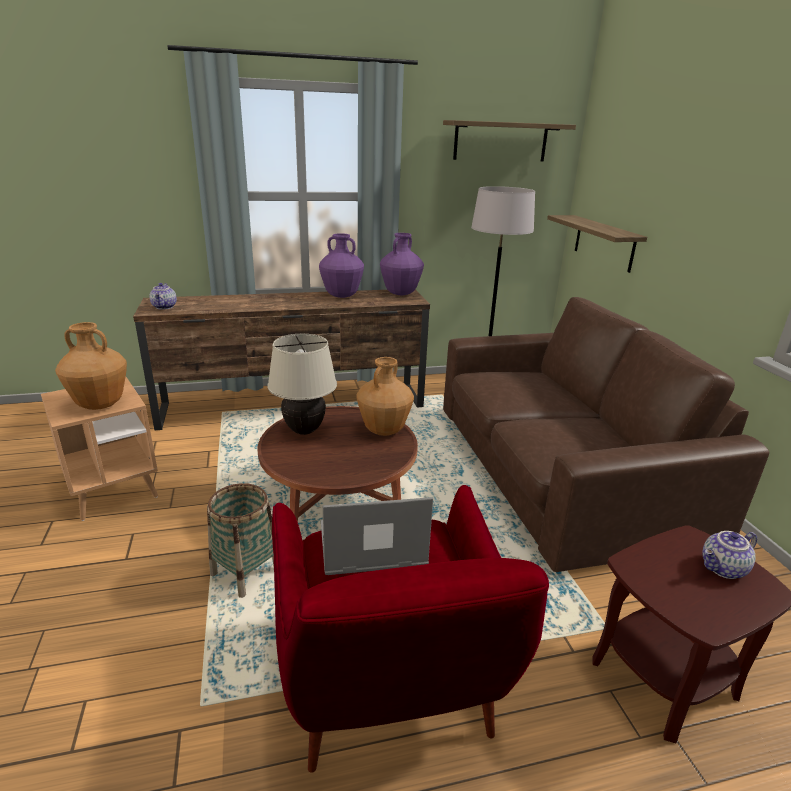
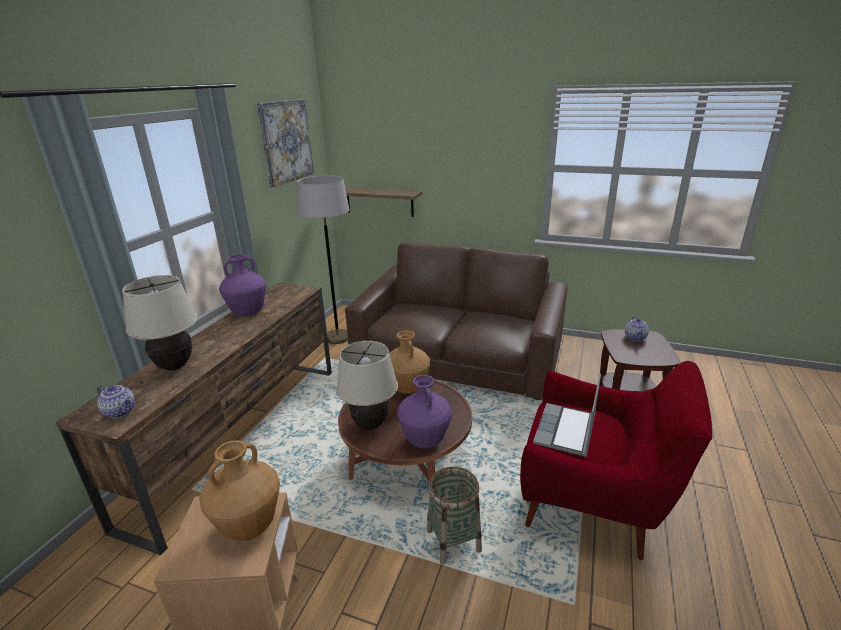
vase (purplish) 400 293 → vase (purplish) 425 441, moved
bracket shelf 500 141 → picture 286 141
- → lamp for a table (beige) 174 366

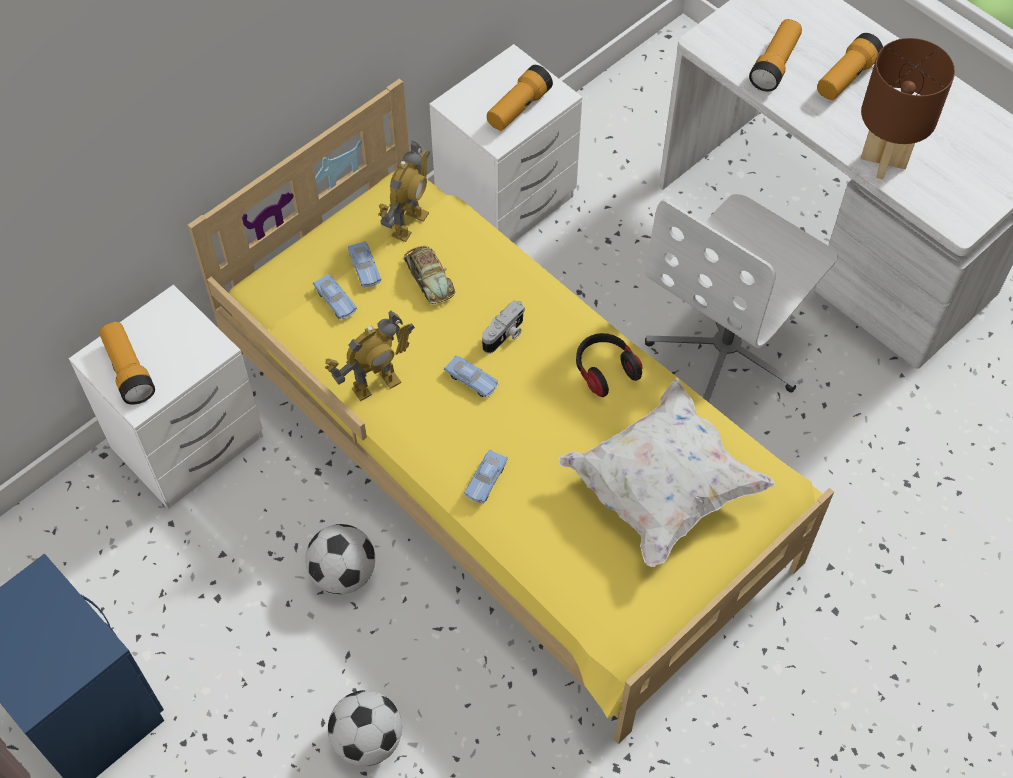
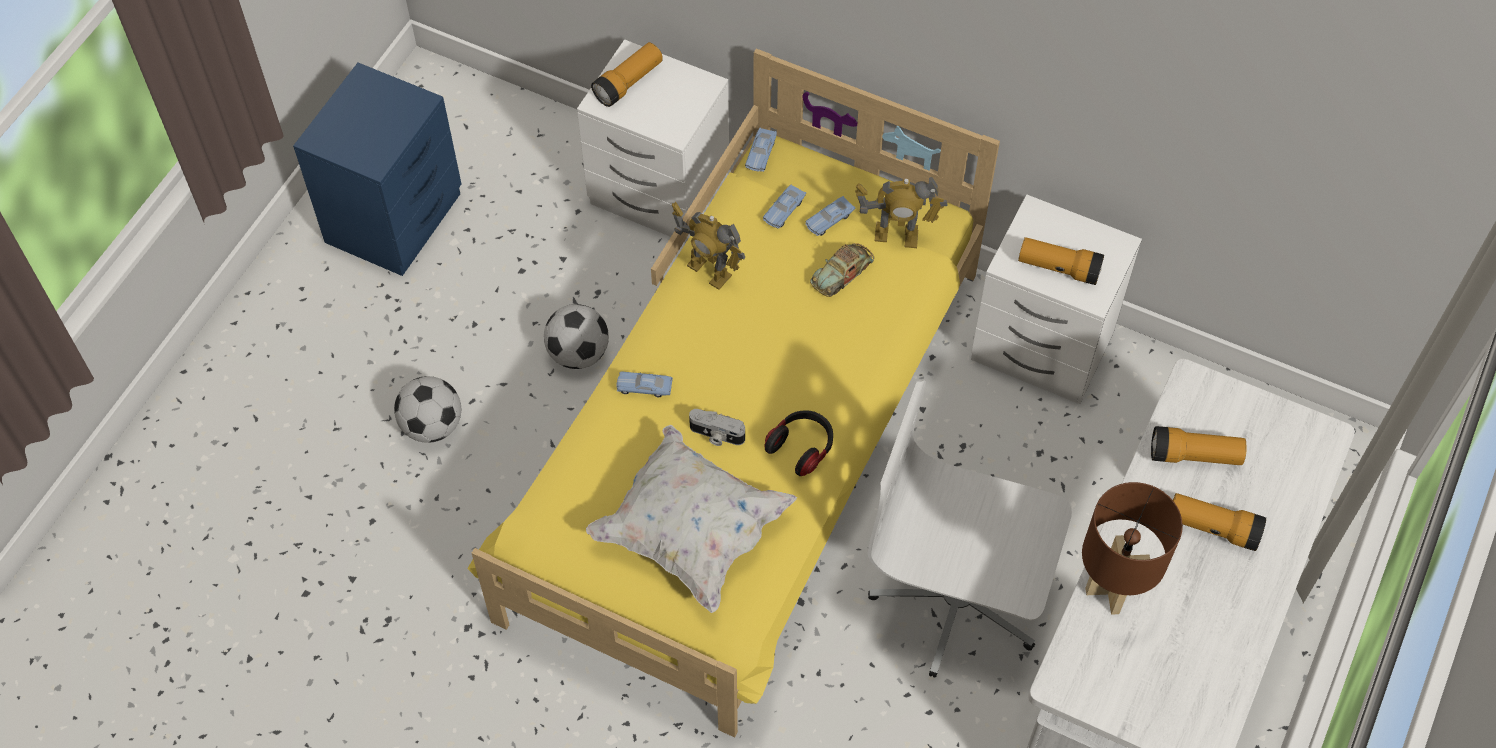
model car (blue-coloured) 471 380 → model car (blue-coloured) 761 154, moved
still camera 505 335 → still camera 716 435, moved

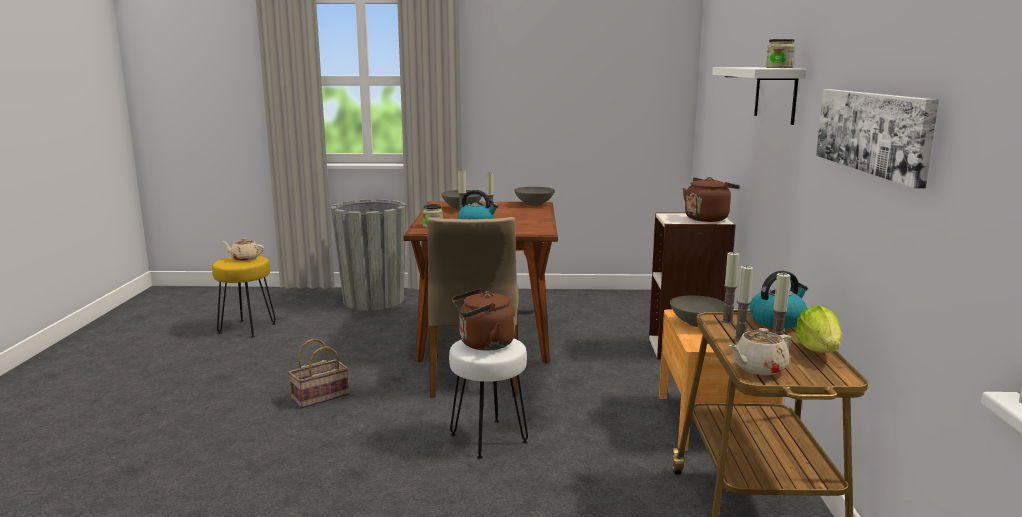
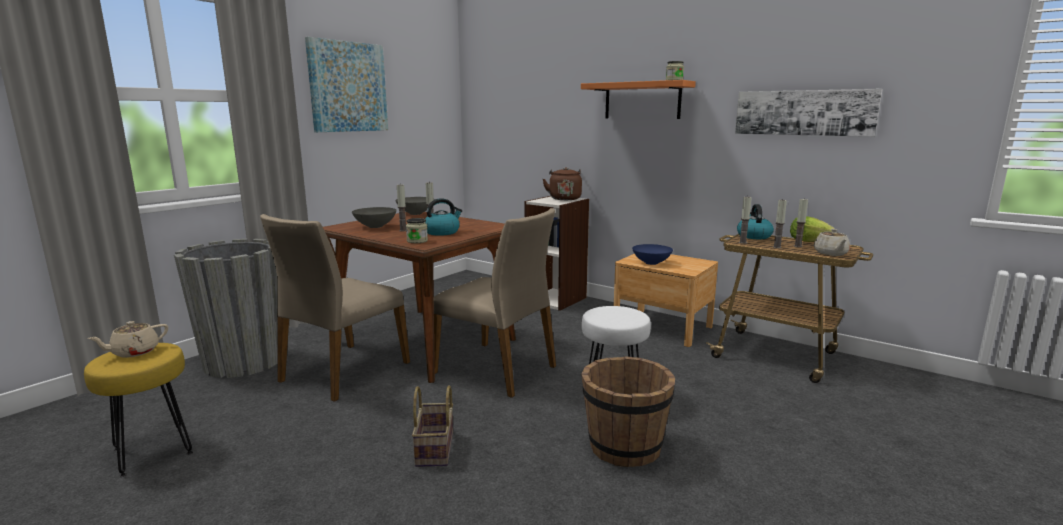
water kettle (brownish) 483 344 → -
bowl (greyish) 696 323 → bowl (blue-coloured) 651 263
bracket shelf (white) 775 94 → bracket shelf (orangey) 642 101
- → plain chair (beige) 343 371
- → picture 348 87
- → bucket (brownish) 624 446

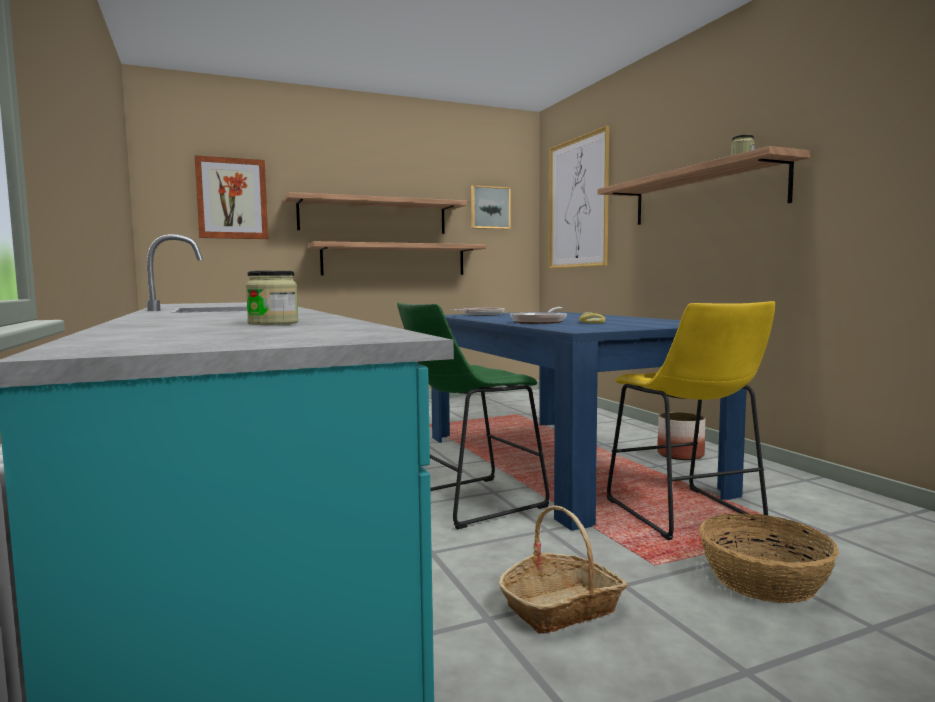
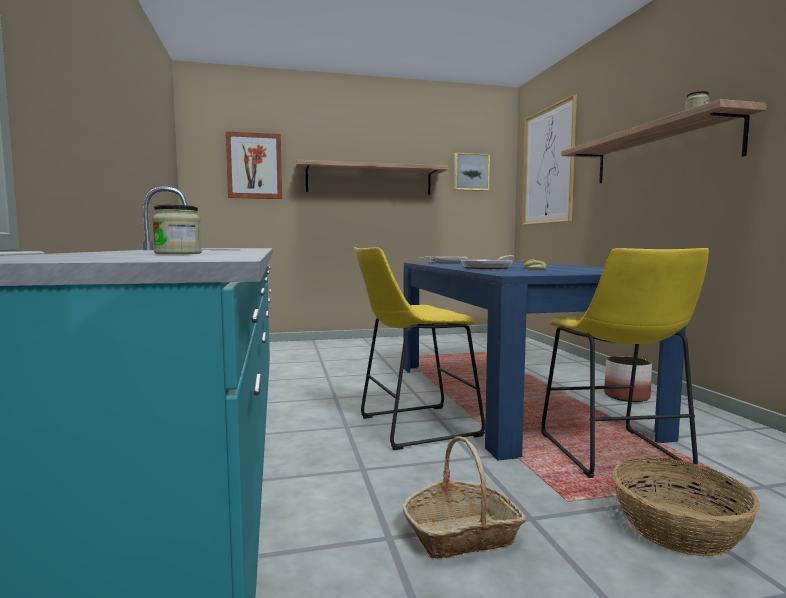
bracket shelf 394 260 → -
stool seat (greenish) 468 502 → stool seat (yellow-coloured) 412 427

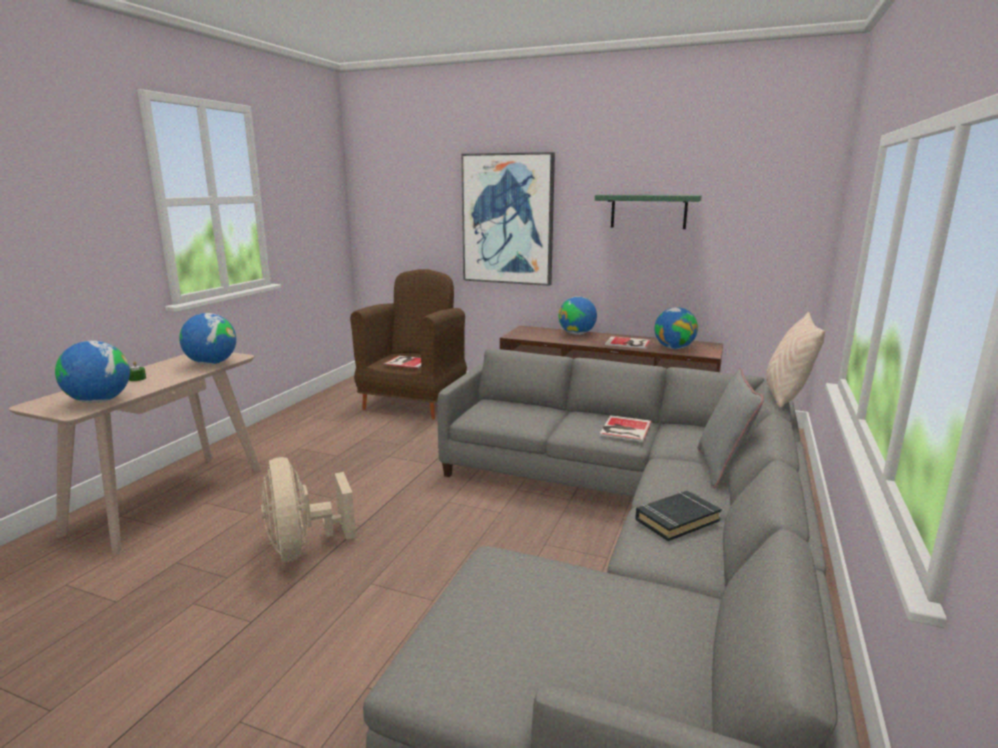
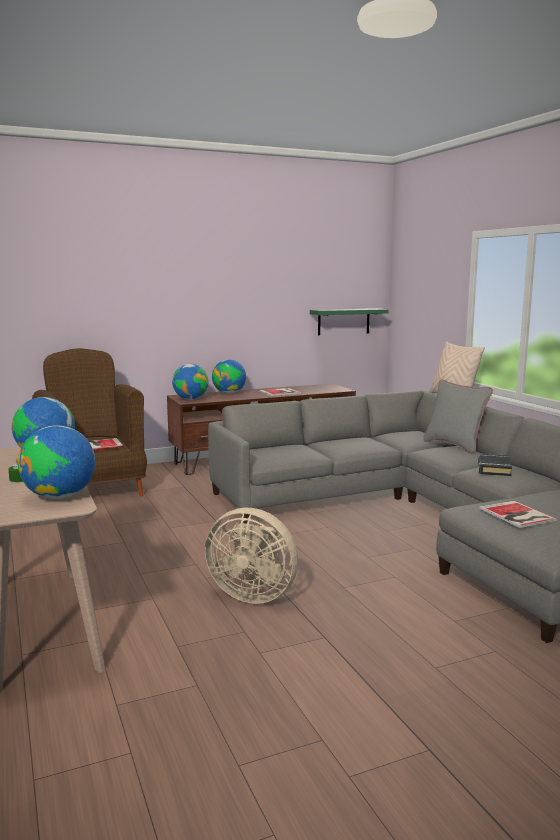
picture 508 219 → -
bracket shelf (greenish) 648 211 → bracket shelf (greenish) 343 321, moved
volume 624 429 → volume 517 515, moved
world globe 674 348 → world globe 190 399, moved

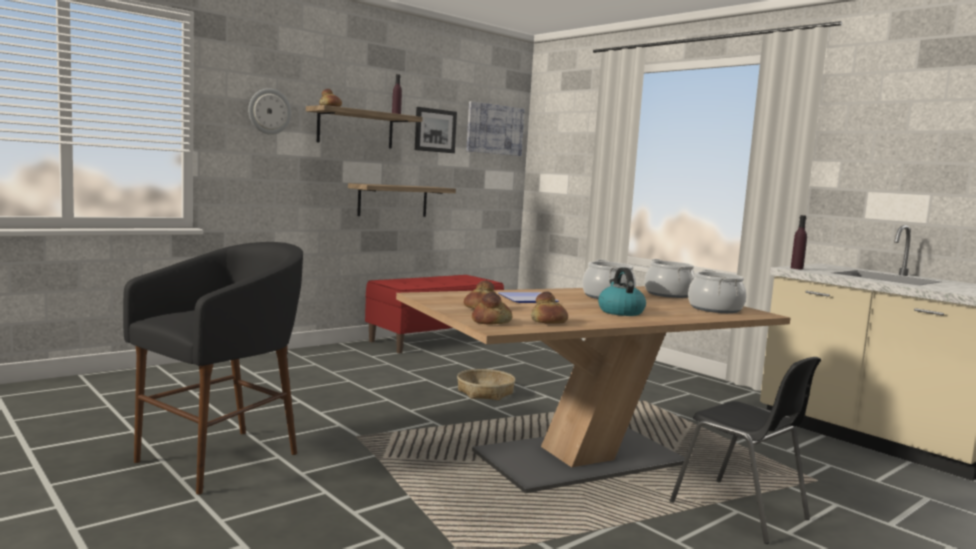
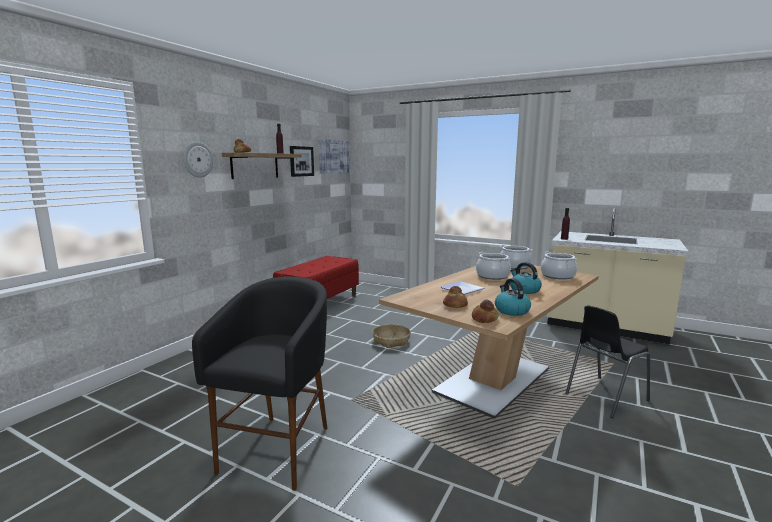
bracket shelf 393 200 → -
bread 548 322 → water kettle 511 310
plain chair (blackish) 740 512 → plain chair (blackish) 605 397, 120 degrees clockwise

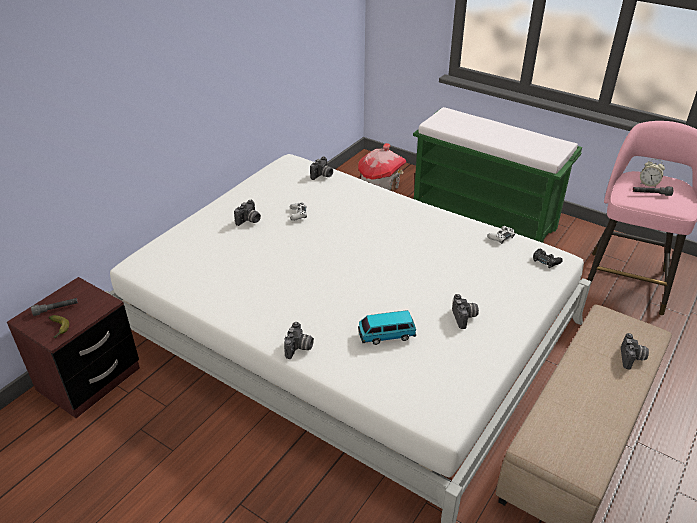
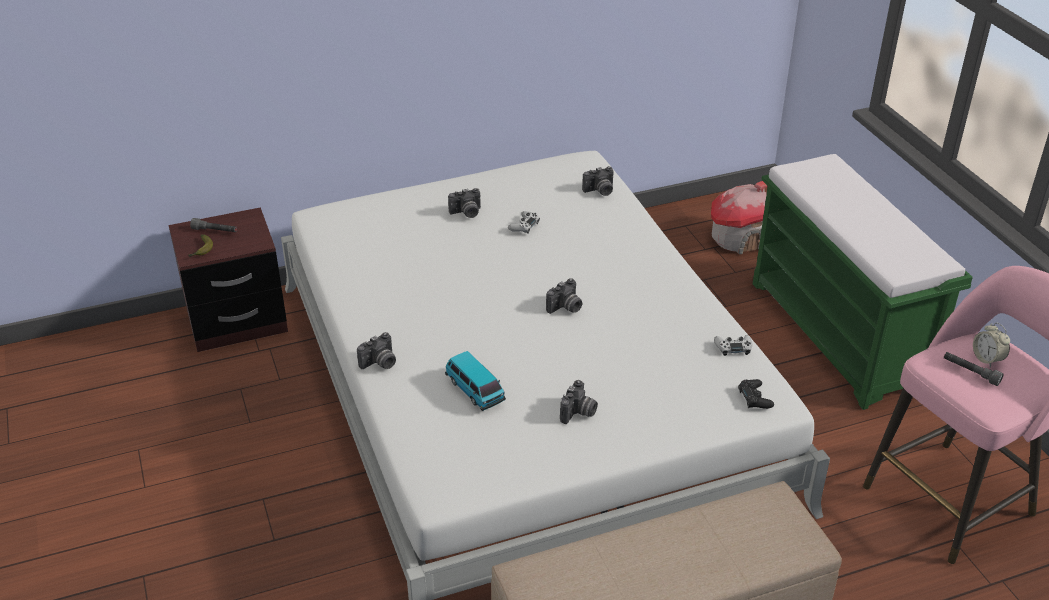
model car 386 335 → model car 475 390, 150 degrees counterclockwise
still camera 632 359 → still camera 565 308, moved

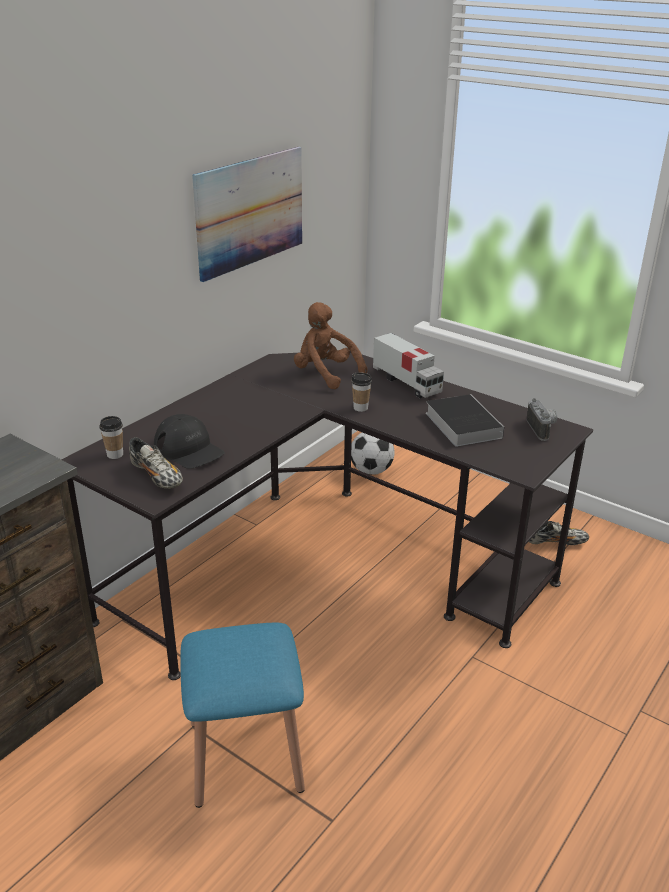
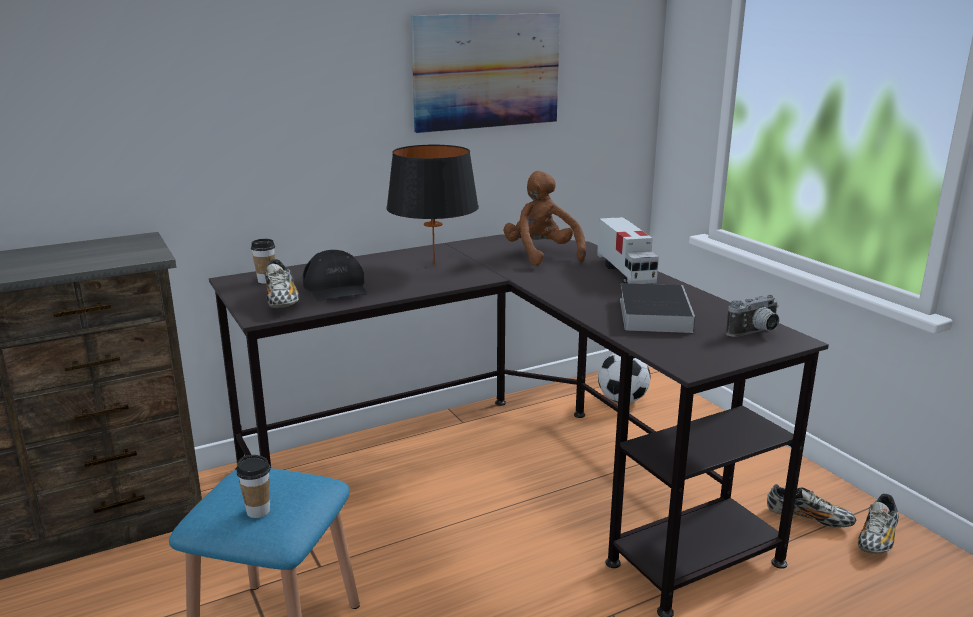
drinking cup 360 408 → drinking cup 258 511, moved
still camera 542 429 → still camera 756 333, 45 degrees clockwise
- → lamp for a table (blackish) 433 265
- → shoe 877 539

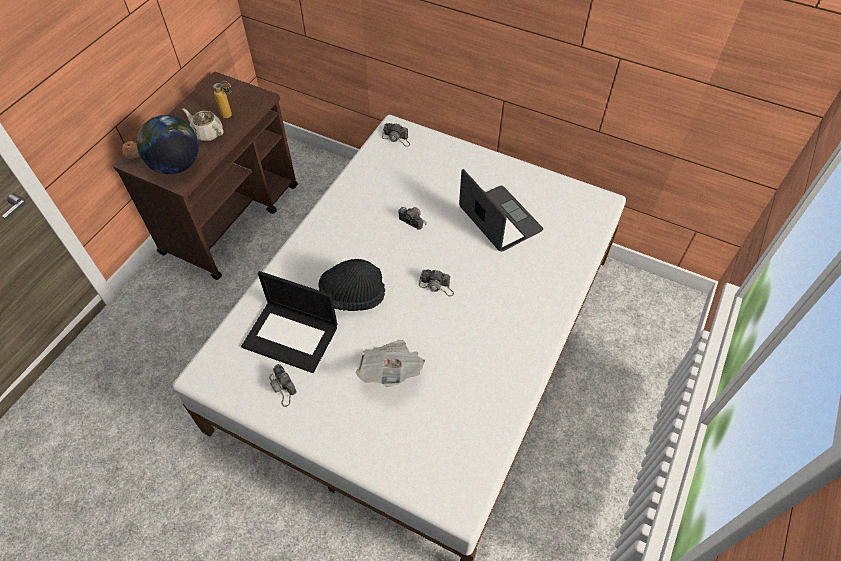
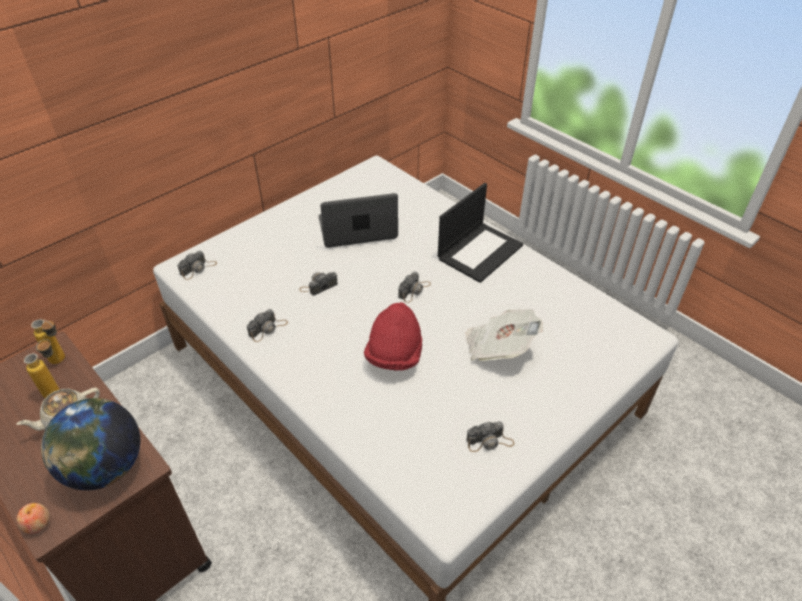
portable computer 292 336 → portable computer 480 251, moved
clothing hat (blackish) 352 295 → clothing hat (reddish) 394 355
- → bottle 62 361
- → still camera 268 329

